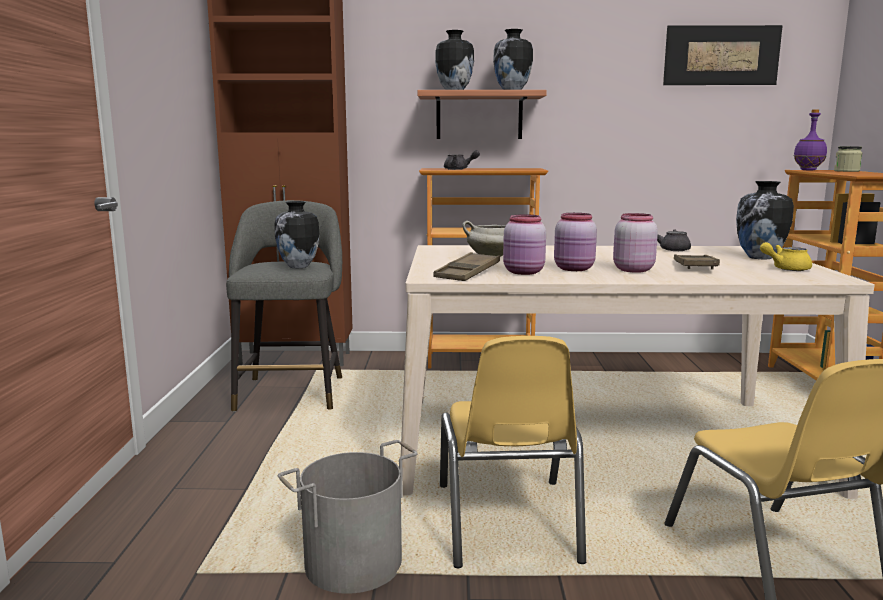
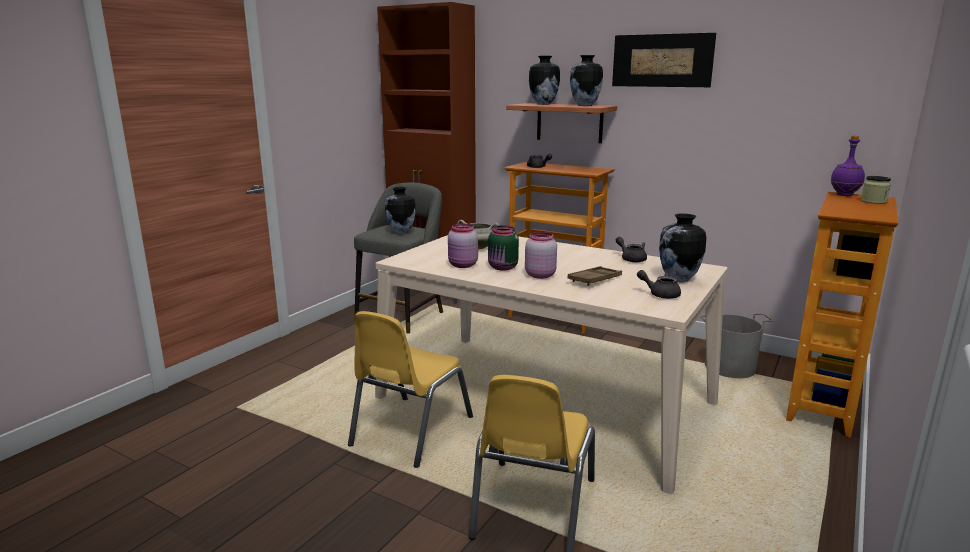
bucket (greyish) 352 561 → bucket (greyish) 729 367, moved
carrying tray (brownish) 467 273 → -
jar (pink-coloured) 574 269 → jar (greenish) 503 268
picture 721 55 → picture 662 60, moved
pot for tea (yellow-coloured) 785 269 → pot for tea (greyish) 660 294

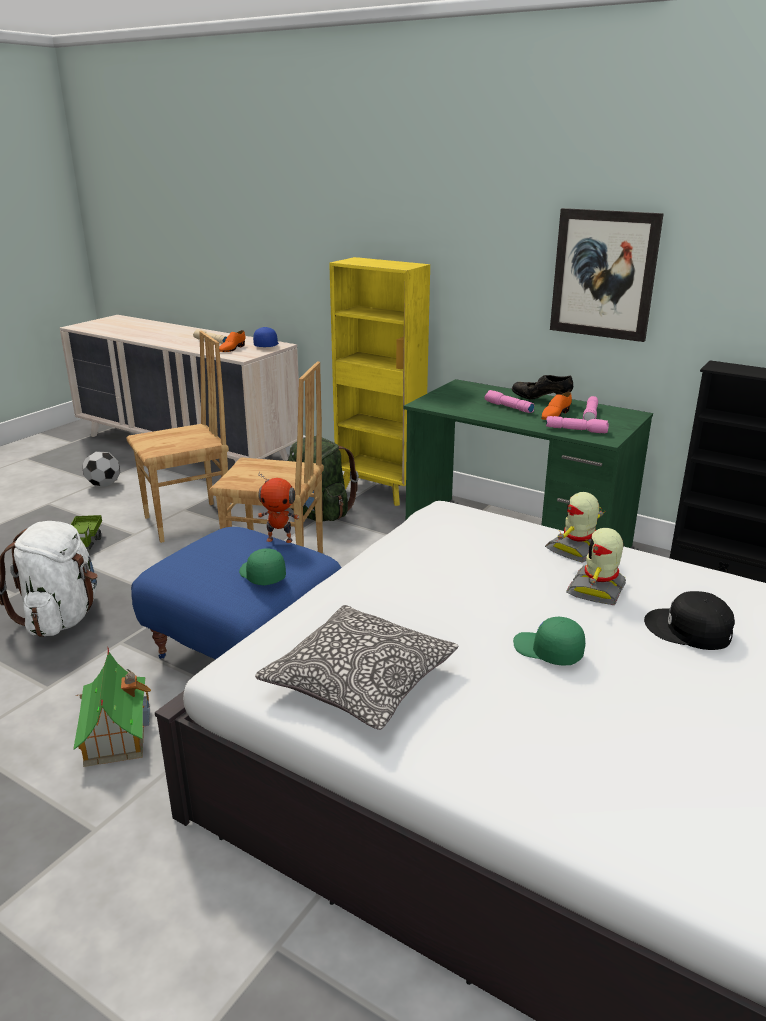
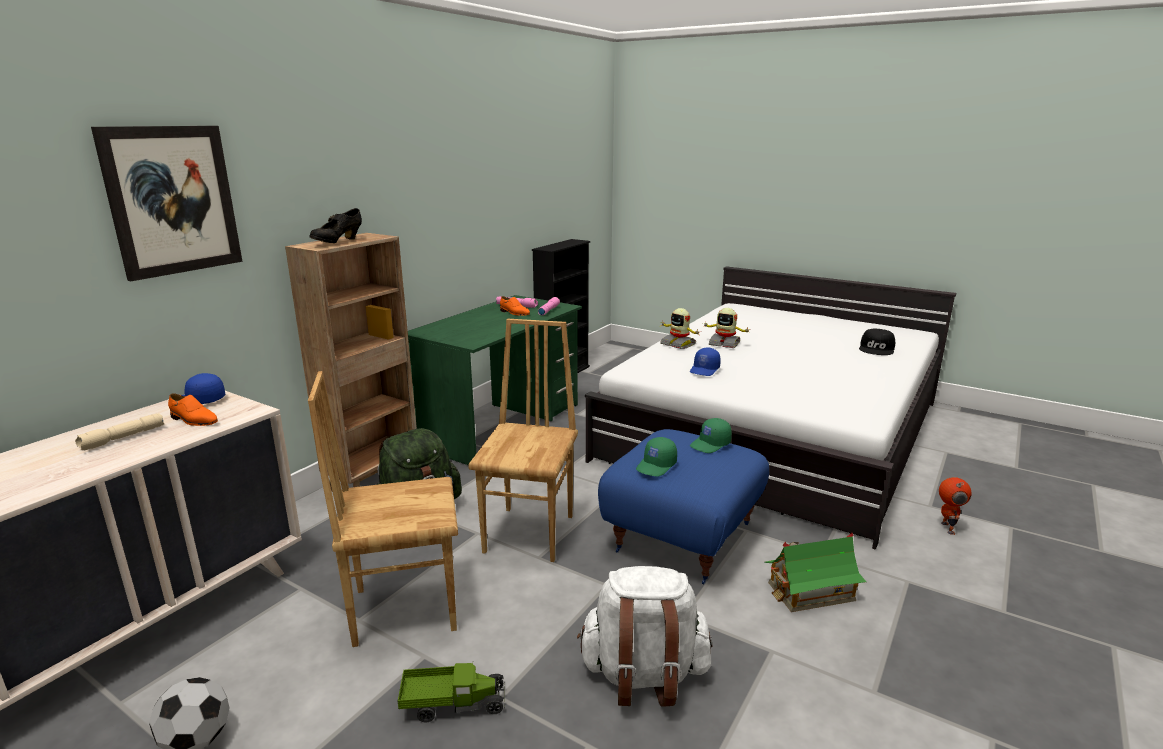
plain chair (brownish) 189 522 → plain chair (brownish) 404 608, 75 degrees counterclockwise
pillow 359 681 → -
model robot 280 539 → model robot 946 528, moved
bookshelf (yellow-coloured) 380 491 → bookshelf (brownish) 374 480
hand torch (pink-coloured) 508 407 → -
shoe (blackish) 541 400 → shoe (blackish) 337 242, moved
peaked cap (greenish) 547 651 → peaked cap (greenish) 657 466, moved
picture 604 274 → picture 172 200, moved
peaked cap (blackish) 688 630 → peaked cap (blackish) 877 349, moved
- → peaked cap (blue-coloured) 705 370

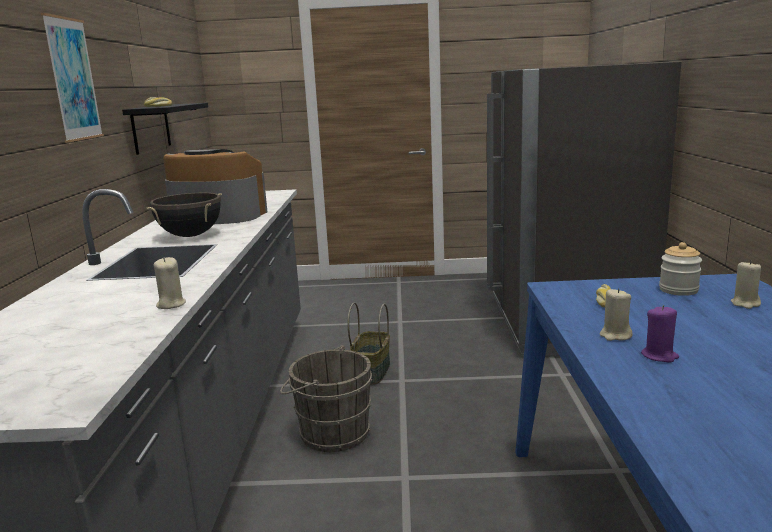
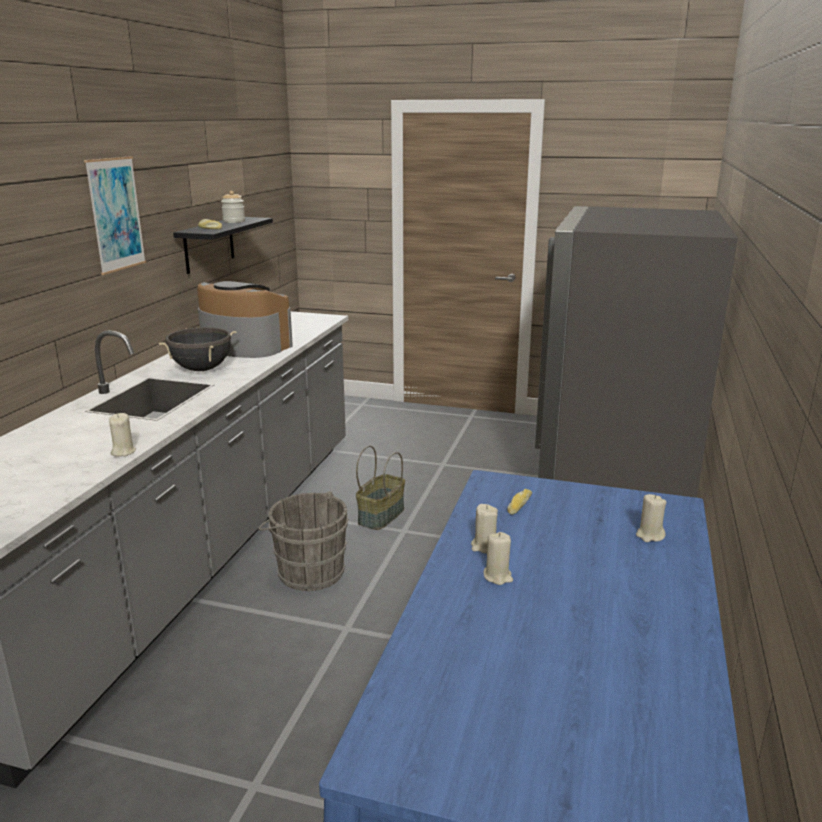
candle (purplish) 659 356 → candle (beige) 498 576
jar 678 290 → jar 234 221, moved

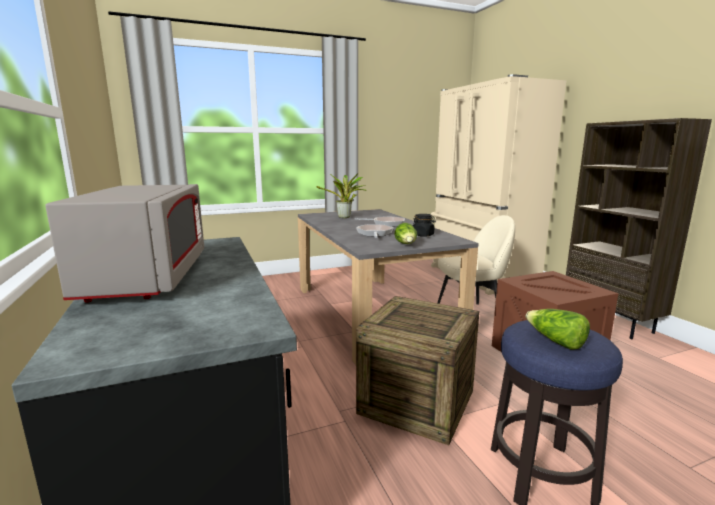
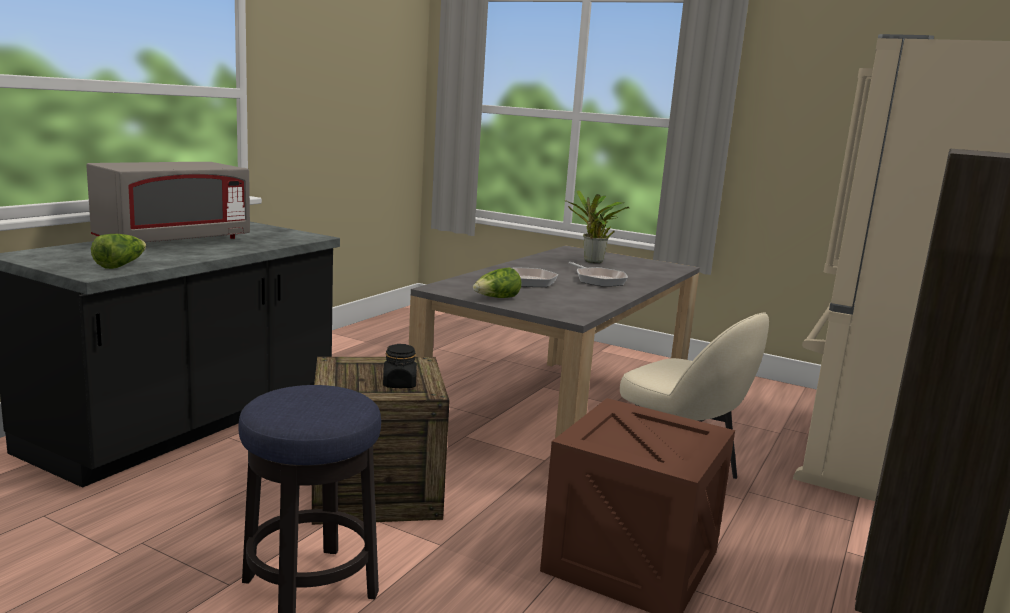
jar (blackish) 423 235 → jar (blackish) 399 384, moved
lettuce 555 341 → lettuce 120 265, moved

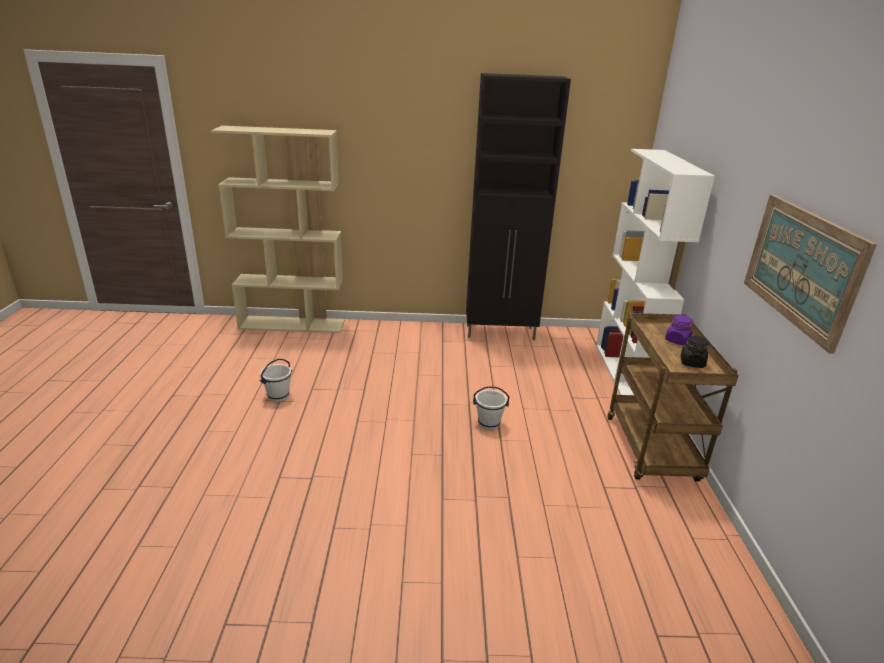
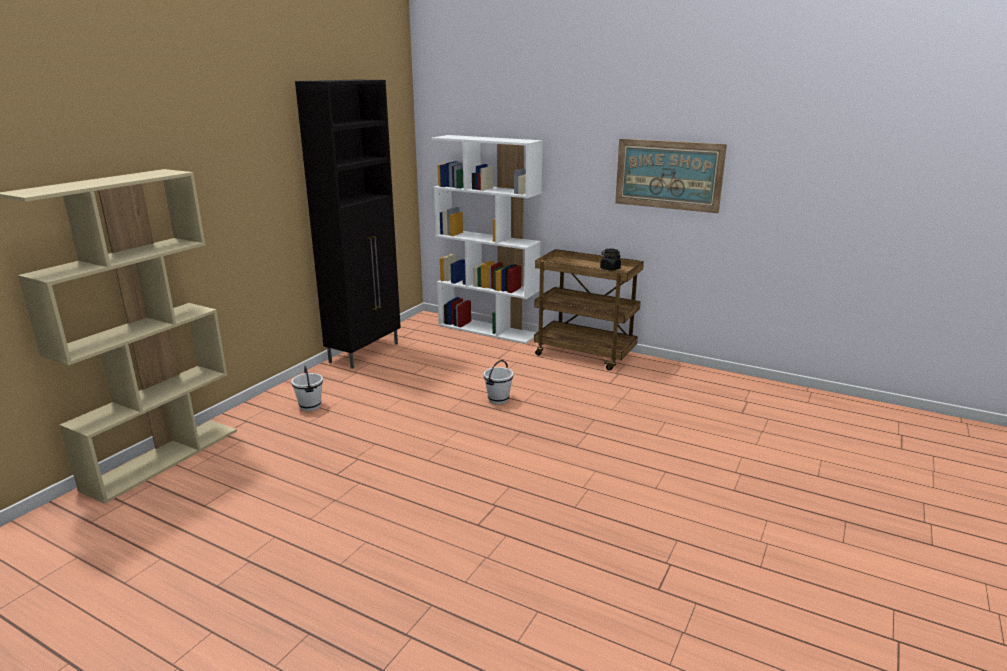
bucket (white) 278 396 → bucket (white) 310 406, moved
jar (purplish) 677 341 → -

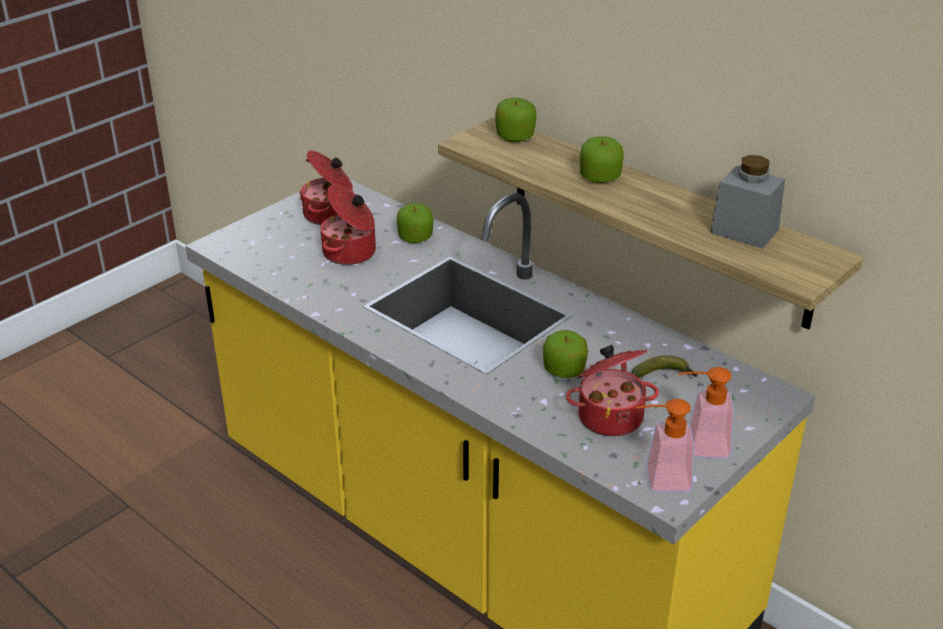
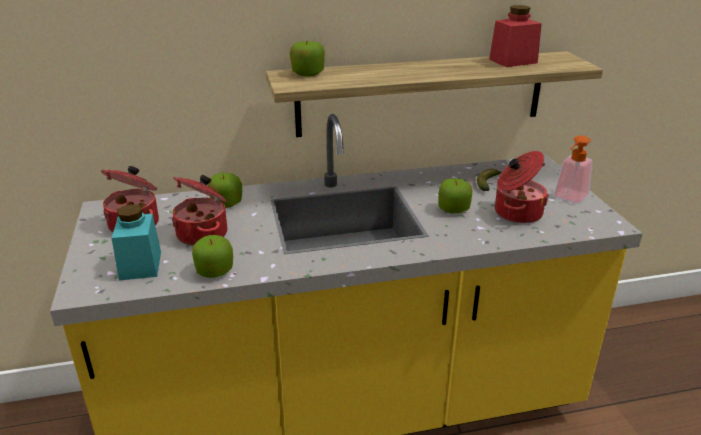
apple fruit 600 177 → apple fruit 215 271, moved
soap bottle 659 479 → -
jar (greyish) 744 231 → jar (reddish) 513 61
- → jar (turquoise) 140 265

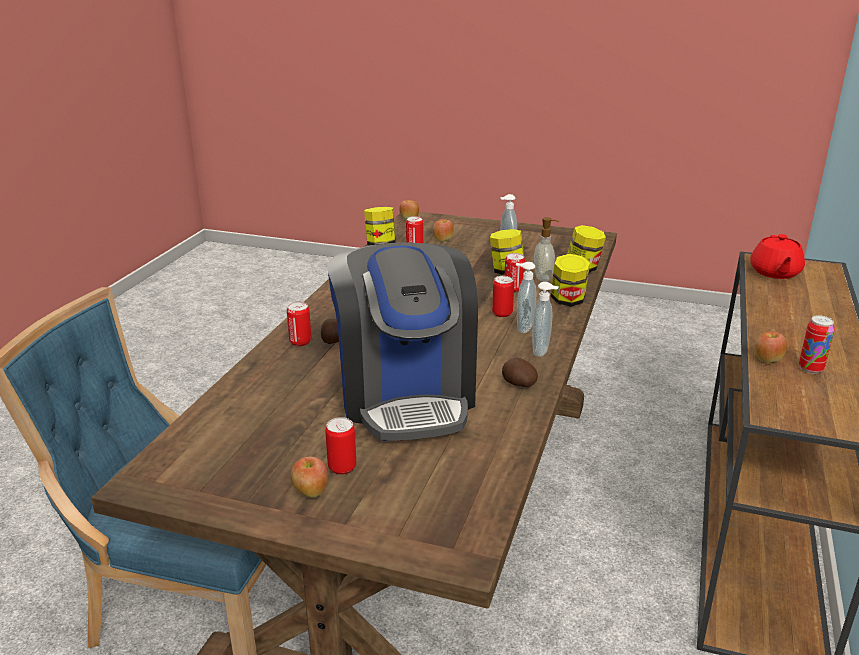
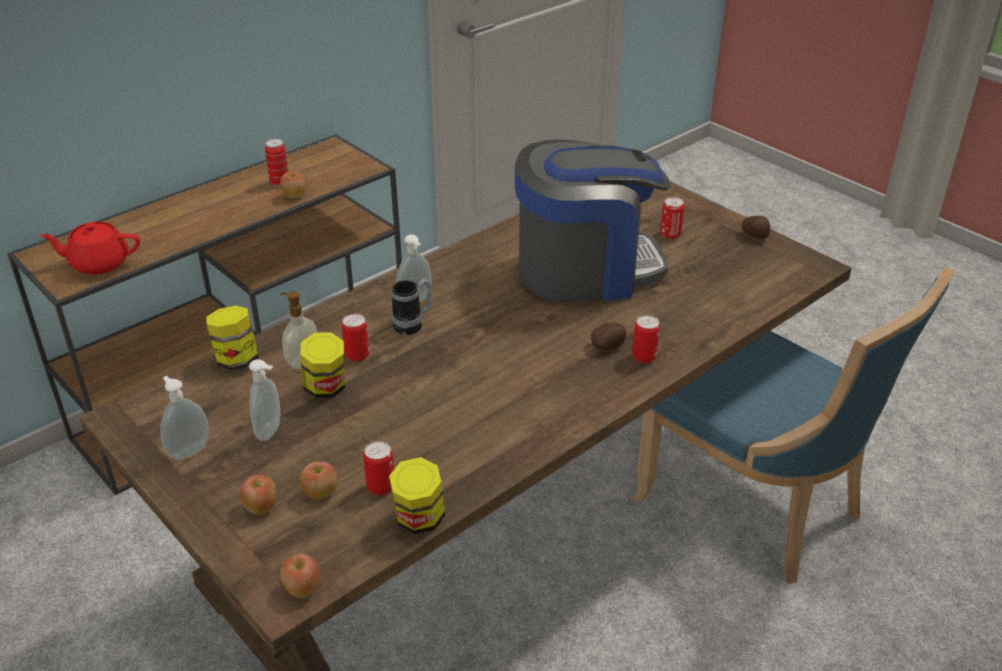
apple fruit 310 492 → apple fruit 261 507, moved
coffee machine 406 395 → coffee machine 586 269, 60 degrees clockwise
metal can 502 313 → tea mug 413 325
spud 518 384 → spud 755 236, moved
soap bottle 542 351 → soap bottle 188 450, moved
jar 568 301 → -
pot for tea (reddish) 774 273 → pot for tea (reddish) 98 263, 135 degrees counterclockwise

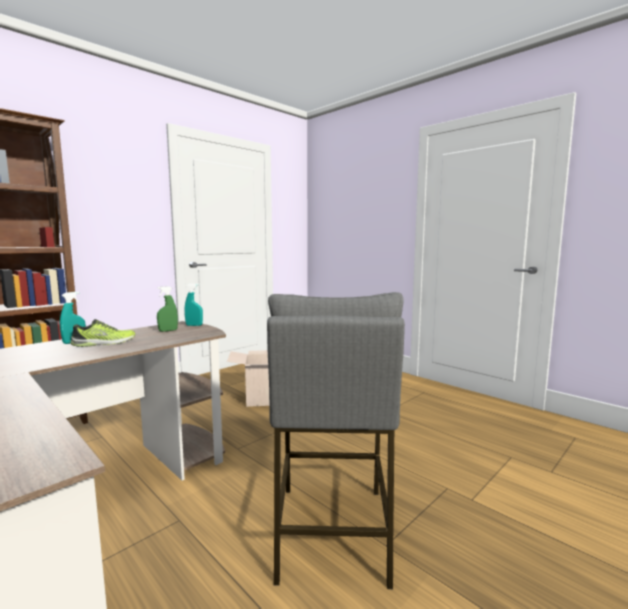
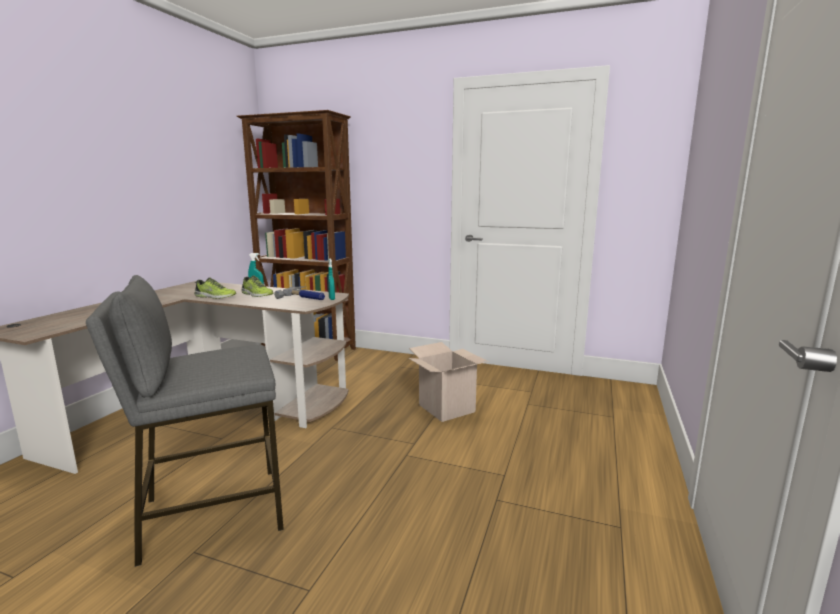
hand sprayer (greenish) 168 330 → tool hammer 306 297
- → shoe 215 297

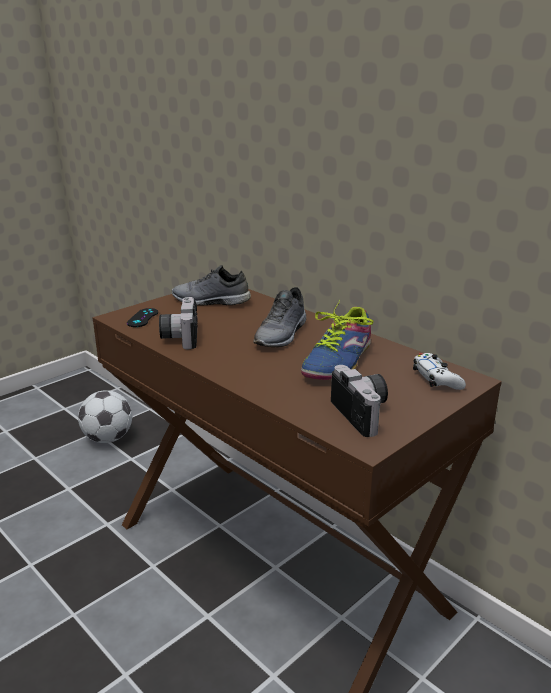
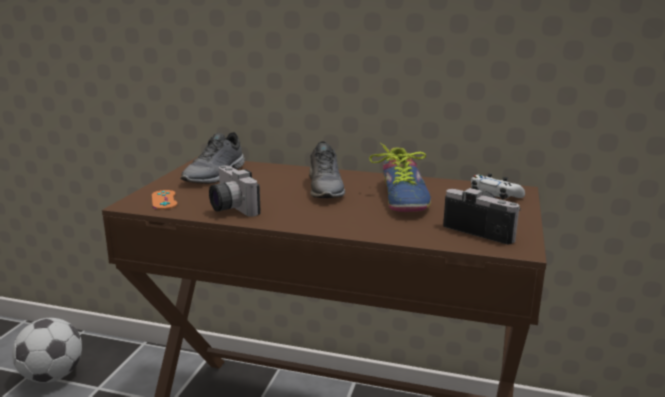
game controller (blackish) 142 318 → game controller (orangey) 164 200
shoe (greyish) 210 301 → shoe (greyish) 216 175, 45 degrees counterclockwise

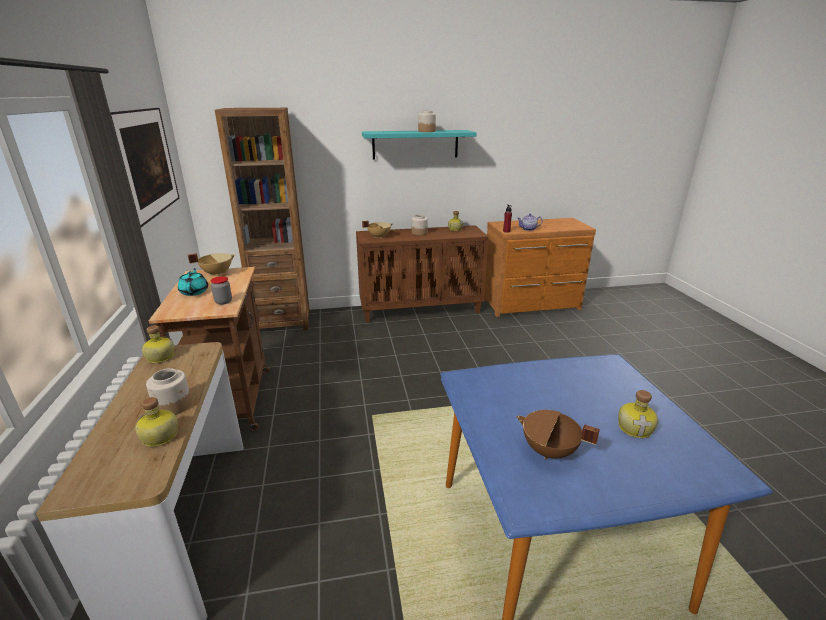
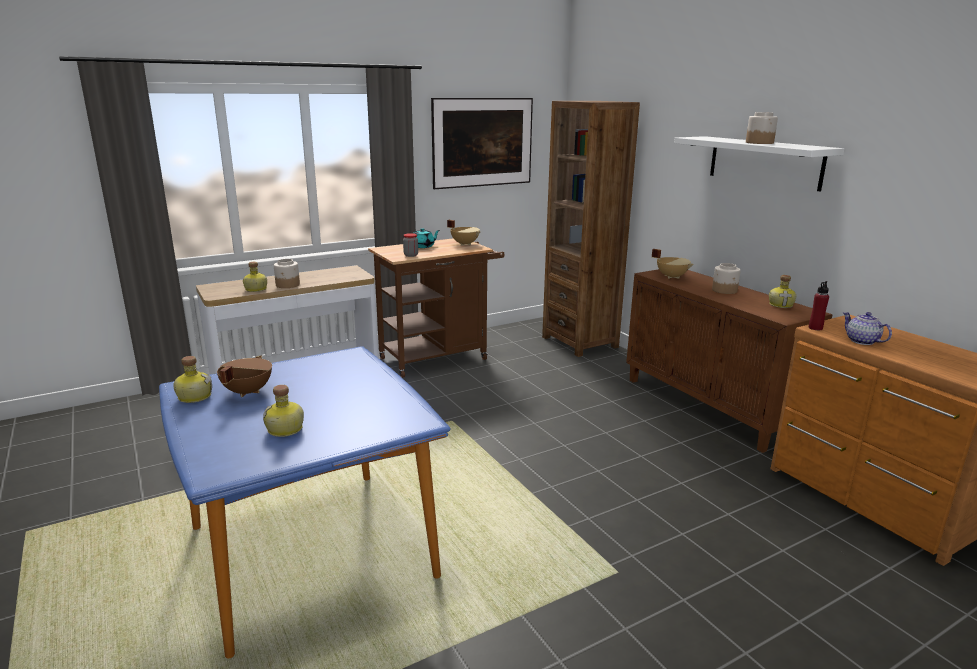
bottle 159 357 → bottle 194 396, moved
bracket shelf (turquoise) 415 144 → bracket shelf (white) 764 162

